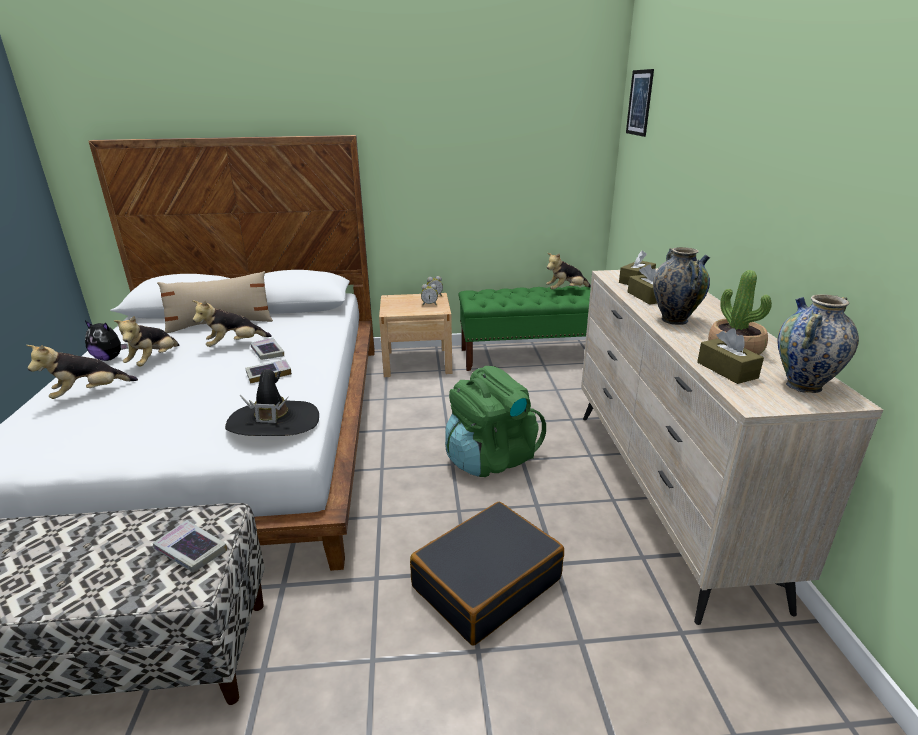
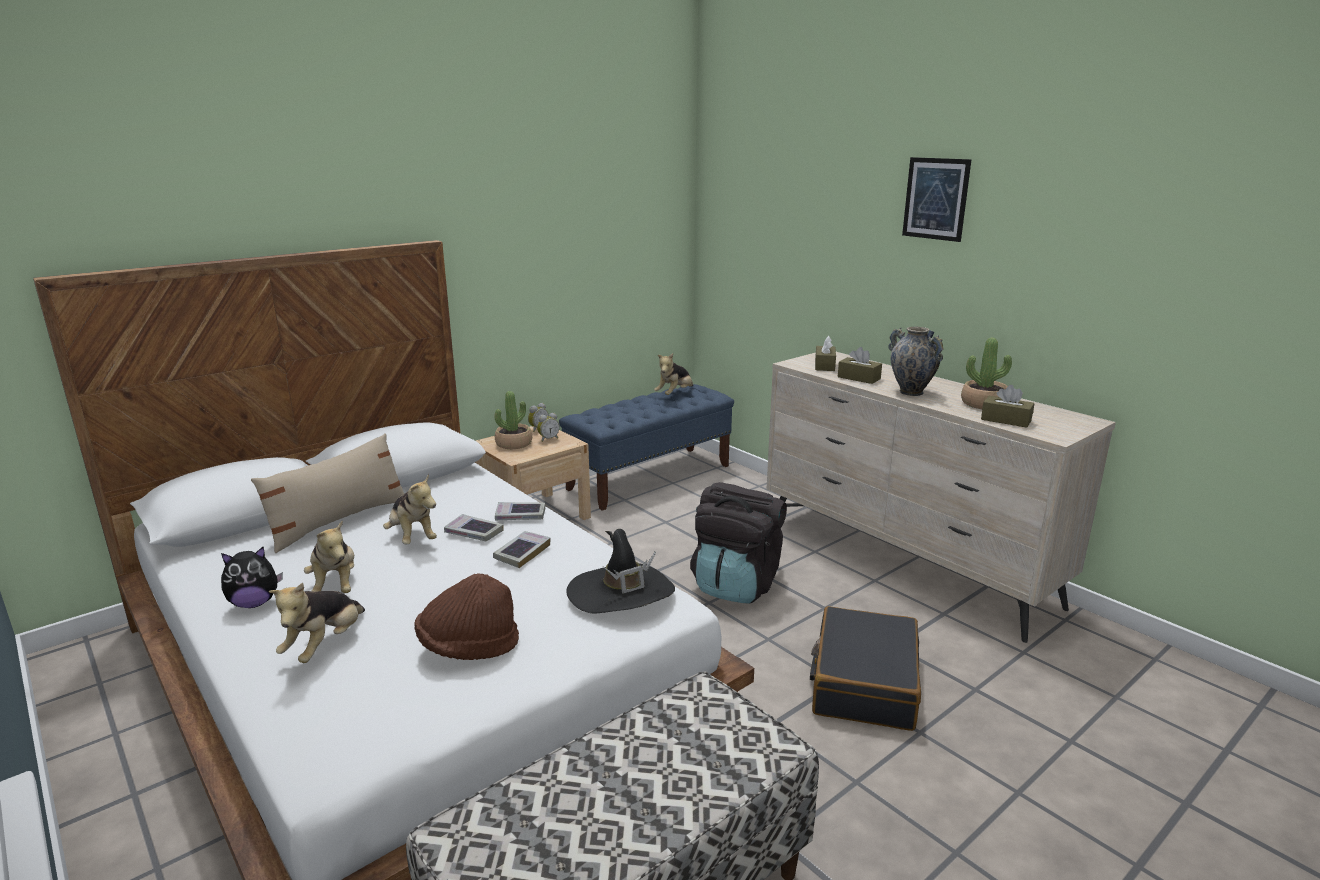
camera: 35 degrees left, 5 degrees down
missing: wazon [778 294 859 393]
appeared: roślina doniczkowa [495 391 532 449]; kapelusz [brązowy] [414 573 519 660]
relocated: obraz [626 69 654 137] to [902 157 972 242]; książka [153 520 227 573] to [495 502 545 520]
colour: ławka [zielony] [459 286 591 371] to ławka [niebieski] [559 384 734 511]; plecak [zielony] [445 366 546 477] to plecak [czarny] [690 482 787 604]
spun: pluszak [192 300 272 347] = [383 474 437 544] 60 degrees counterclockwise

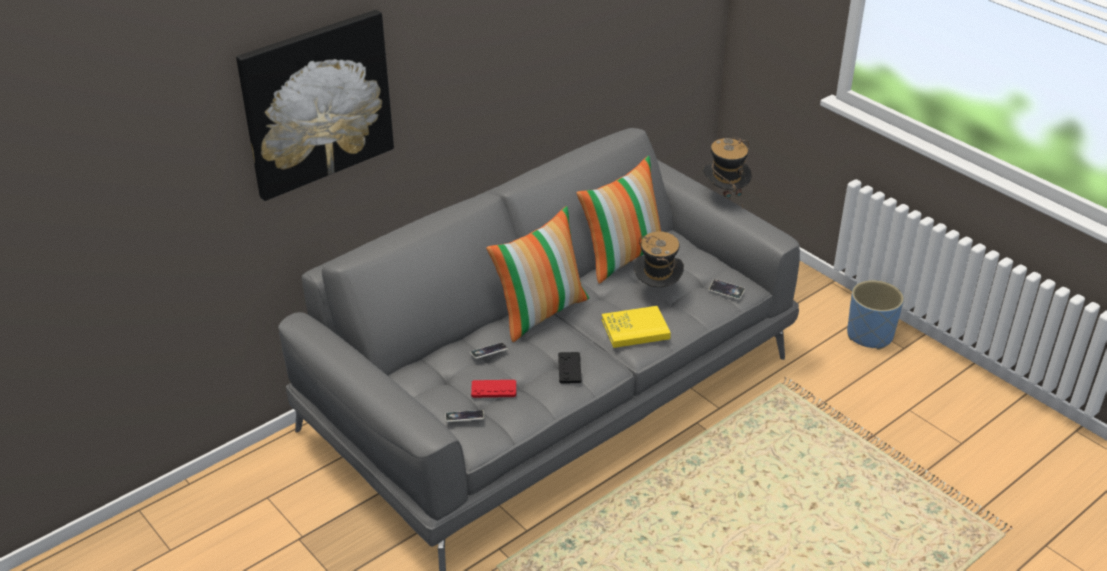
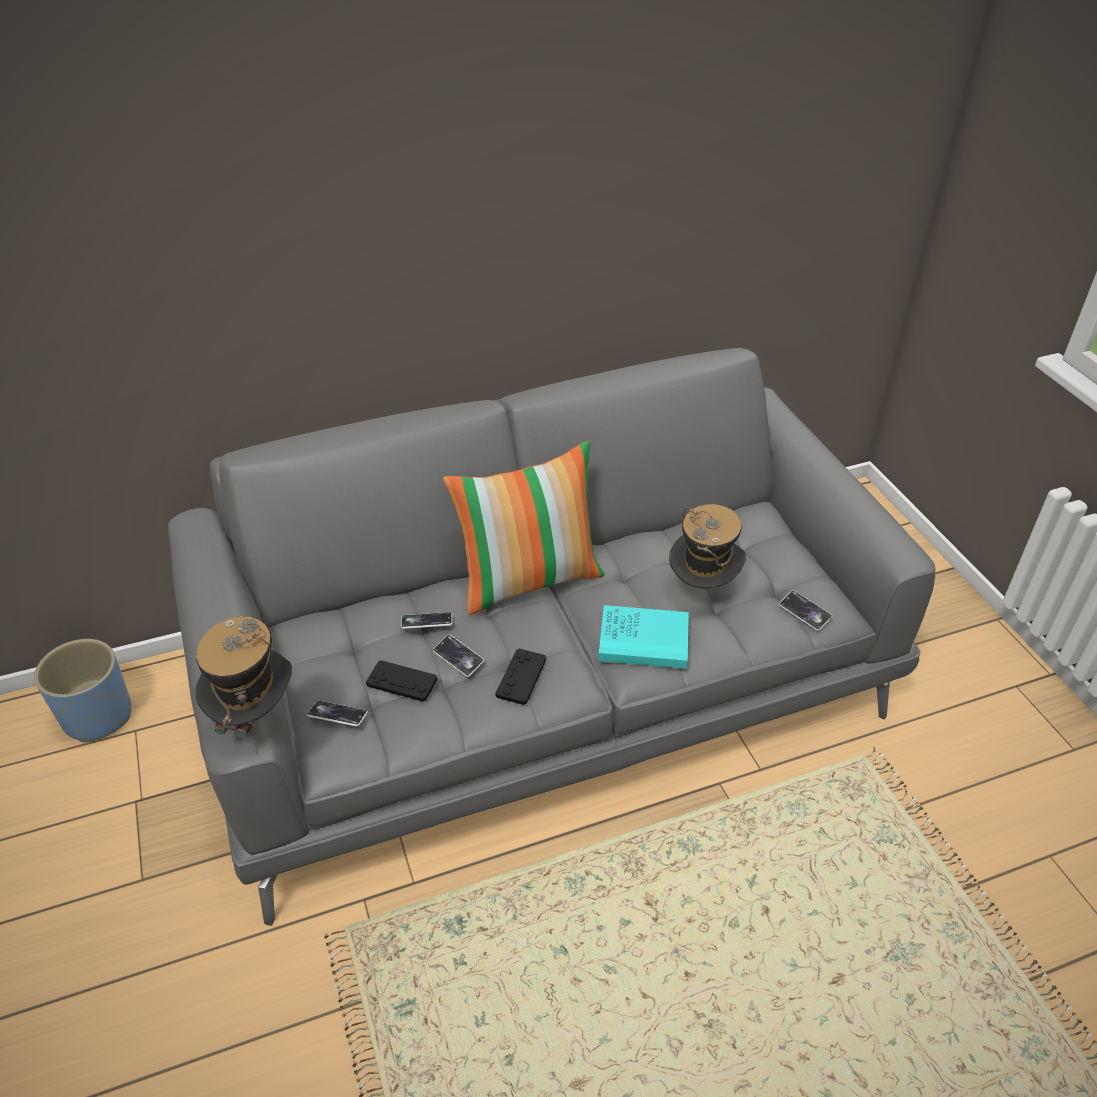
camera: 20 degrees right, 5 degrees up
missing: obraz [236 10 394 201]; poduszka [577 156 661 284]
appeared: telefon [433 634 484 677]
relocated: kapelusz [703 137 752 208] to [195 615 292 755]; donica [niebieski] [847 280 904 350] to [34 639 131 742]
colour: książka [żółty] [602 306 671 348] to książka [turkusowy] [598 605 689 669]; pad do gier [czerwony] [471 380 516 398] to pad do gier [czarny] [366 660 437 702]

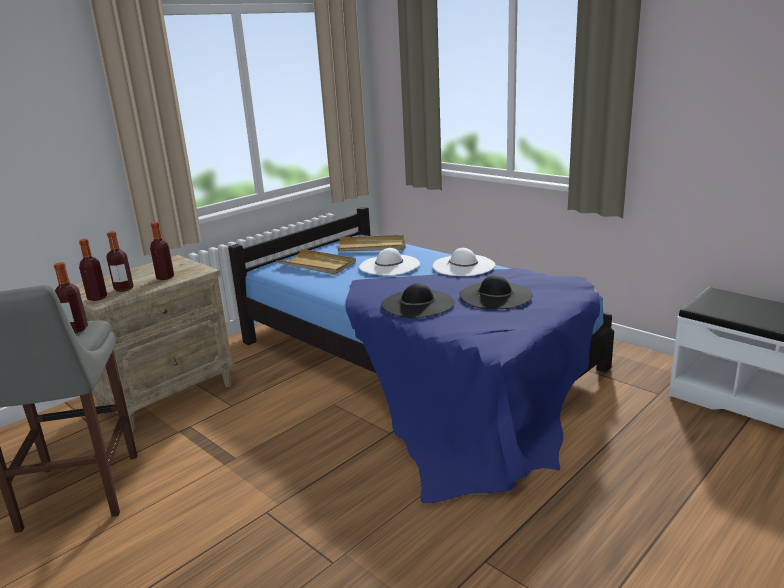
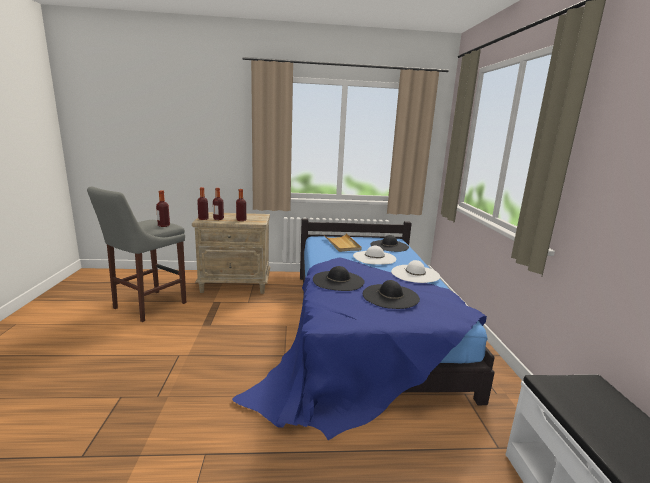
camera: 40 degrees right, 5 degrees down
exchanged: taca [beżowy] [338 235 406 252] to kapelusz [czarny] [370 235 409 252]

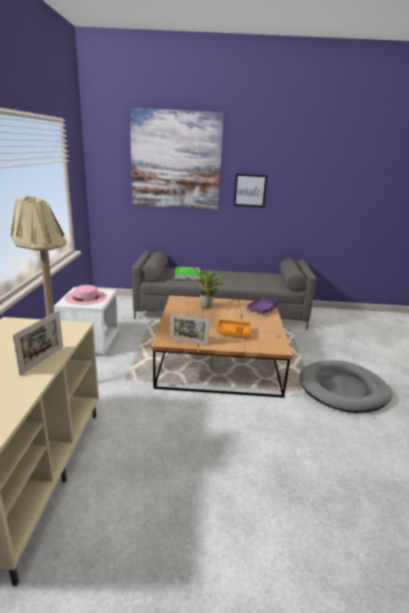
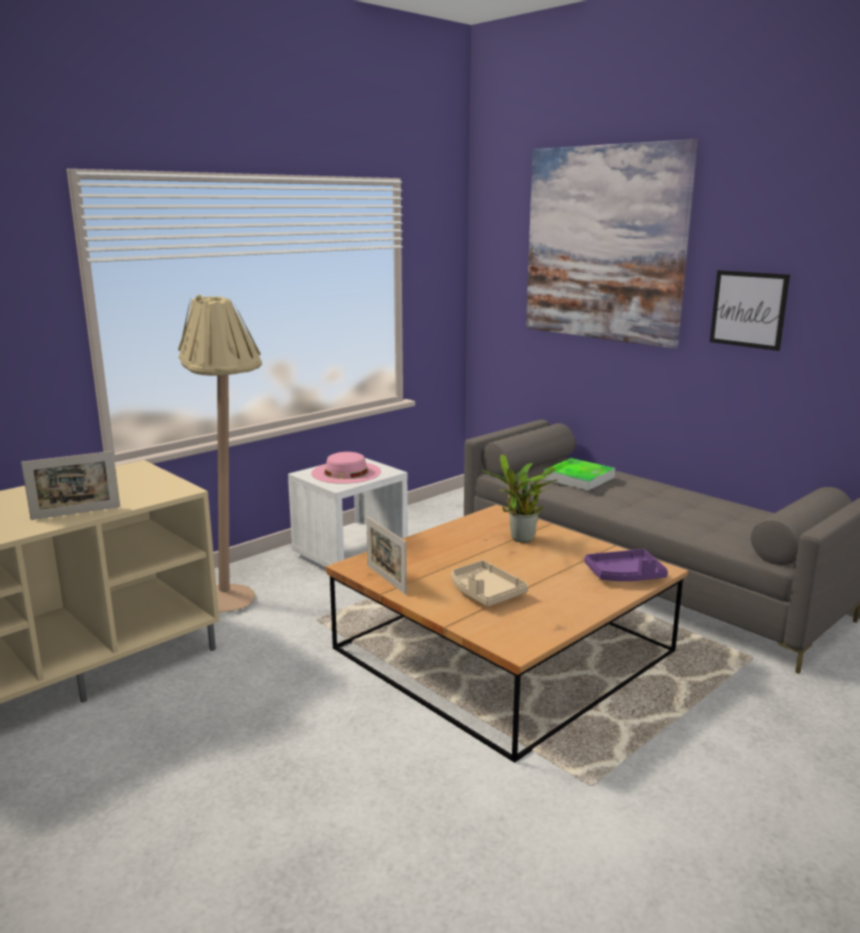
camera: 45 degrees right, 5 degrees down
missing: legowisko [szary] [299 360 392 413]
colour: taca [pomarańczowy] [216 319 251 338] to taca [beżowy] [451 560 528 606]

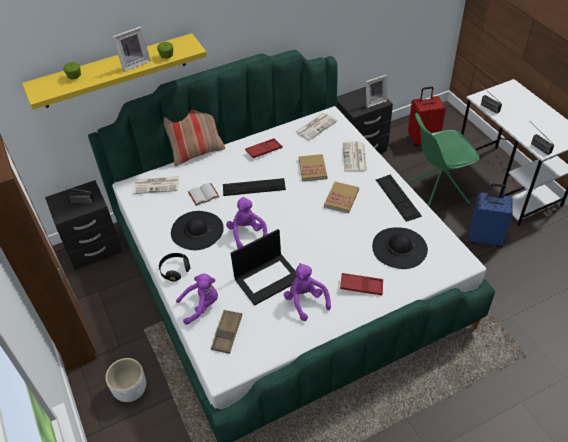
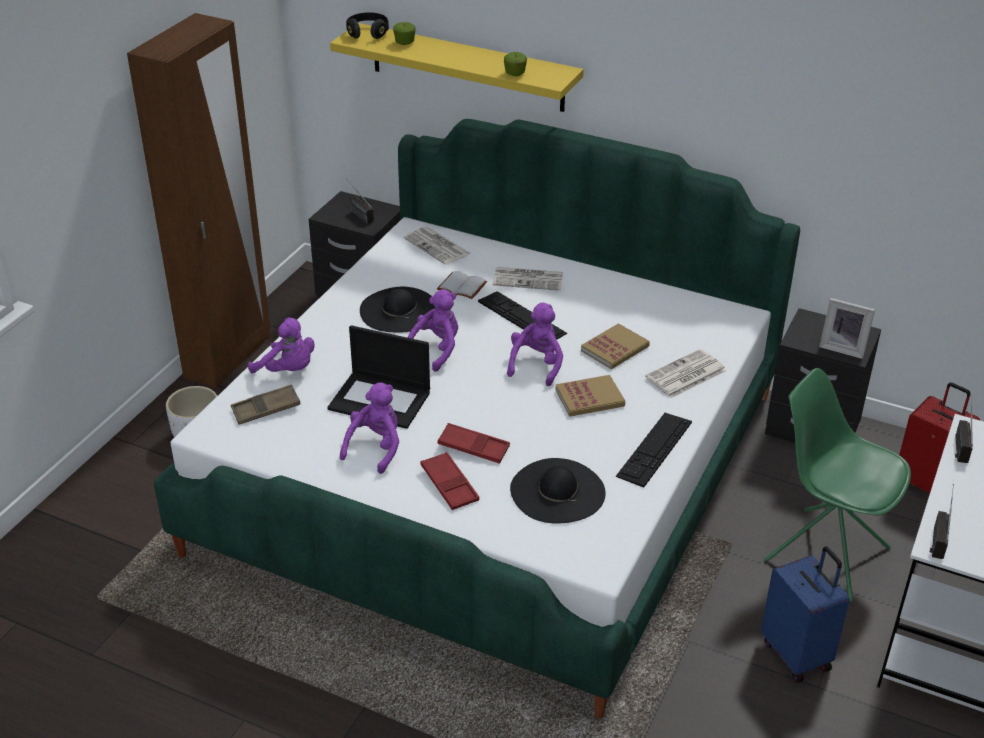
camera: 50 degrees right, 10 degrees down
missing: ramka na zdjęcie [113 26 151 72]; poduszka [164 109 225 166]
appeared: pluszak [fioletowy] [507 302 563 386]
relocated: gazeta [295 113 337 140] to [492 267 563 291]; taca [czerwony] [245 138 282 158] to [438 423 510 464]; słuchawki [czarny] [159 253 191 282] to [346 12 389 39]

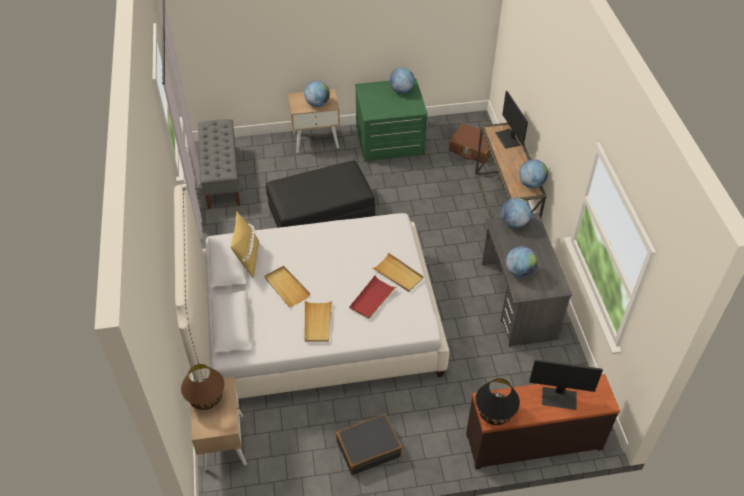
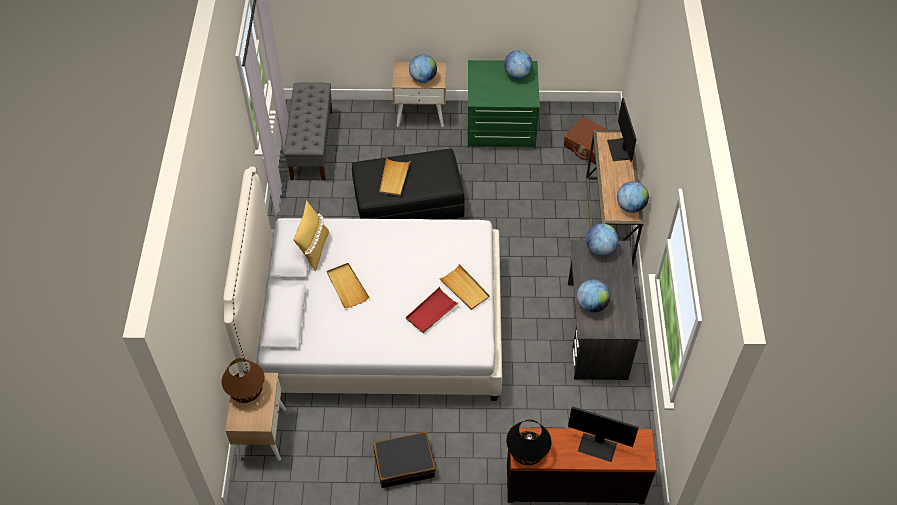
camera: 10 degrees right, 5 degrees up
relocated: taca [beżowy] [305 300 332 342] to [379 158 410 196]

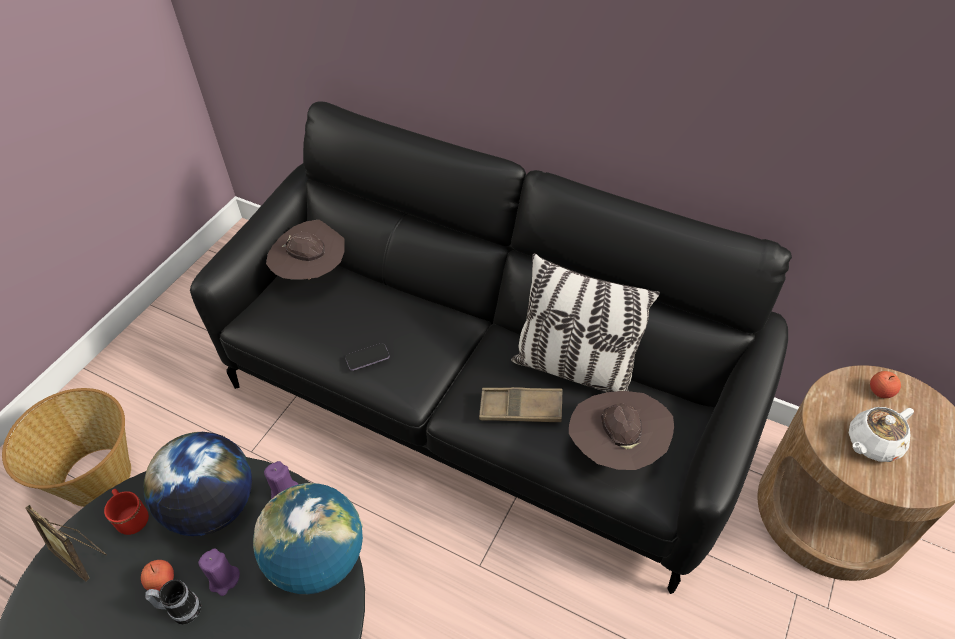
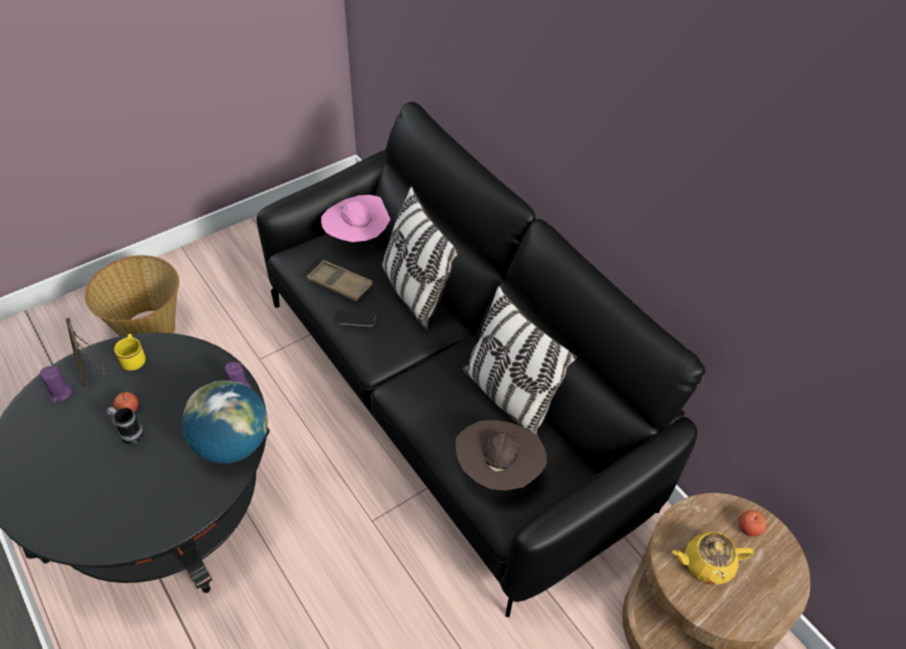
camera: 25 degrees right, 0 degrees up
missing: globus [144 432 252 536]
appeared: poduszka [382 186 459 329]
relocated: taca [brązowy] [479 387 562 422] to [306 260 372 301]; świeca [fioletowy] [198 548 240 596] to [40 366 73 403]
colour: kapelusz [brązowy] [266 220 345 280] to kapelusz [różowy] [321 195 390 242]; imbryk [biały] [849 407 914 462] to imbryk [żółty] [672 532 753 585]; kubek [czerwony] [104 489 149 535] to kubek [żółty] [114 334 146 371]

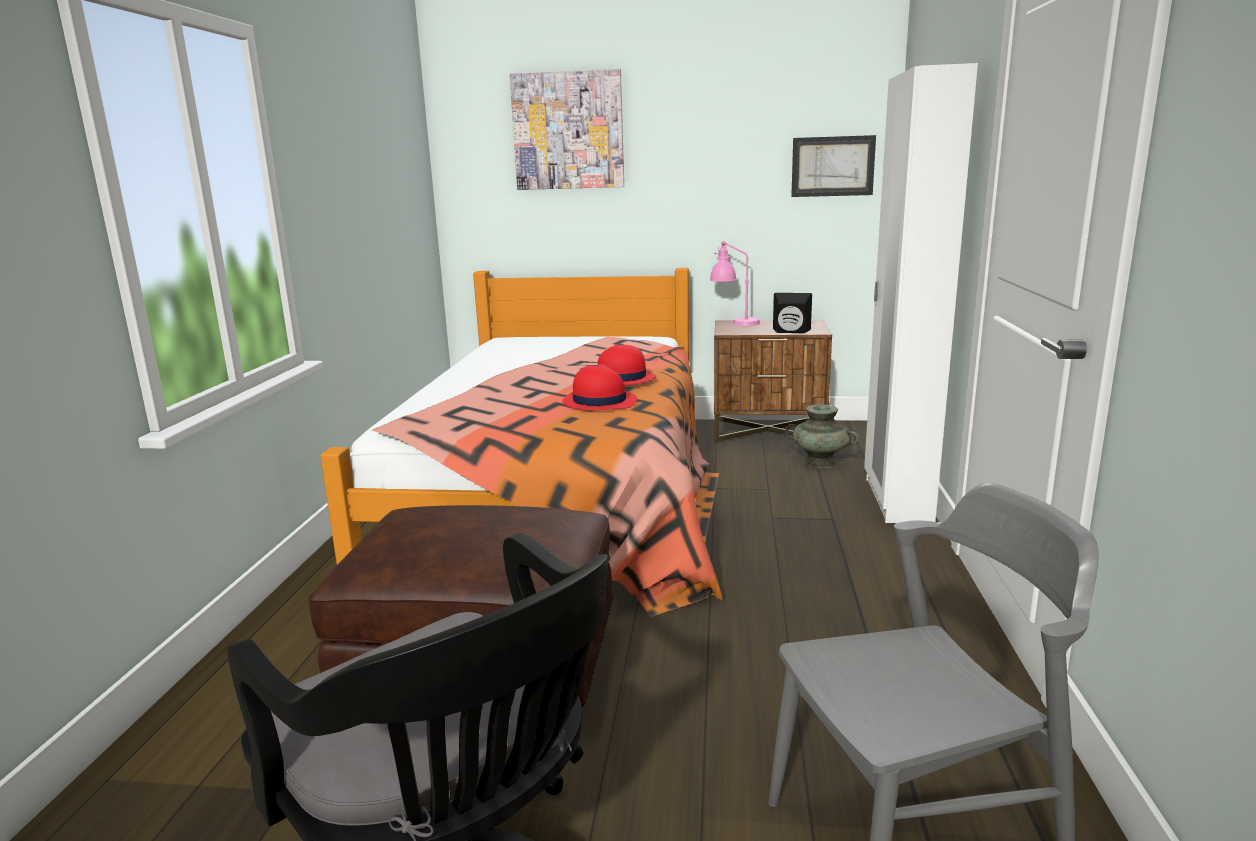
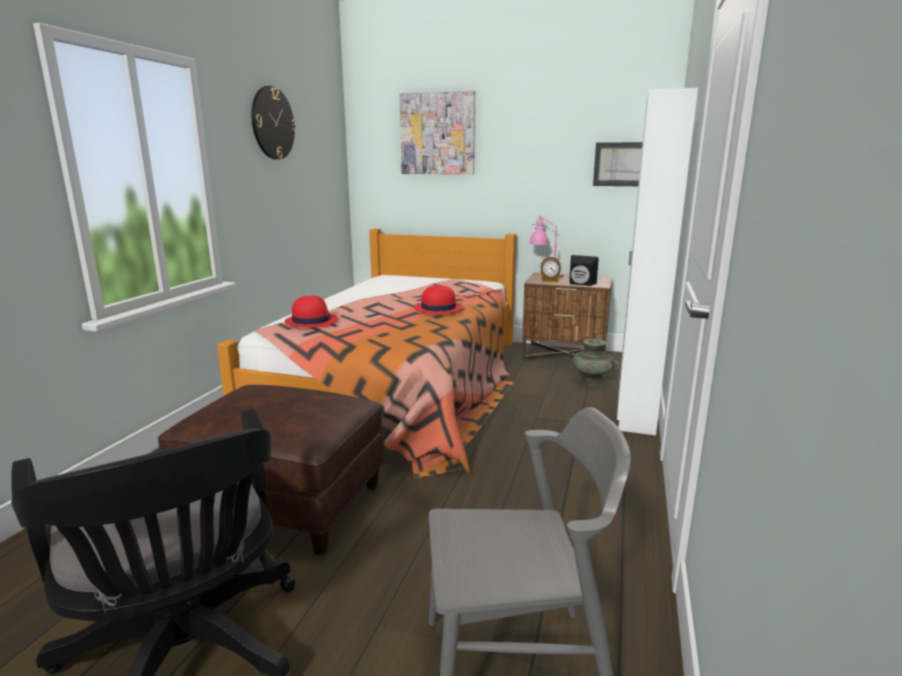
camera: 10 degrees right, 0 degrees up
appeared: zegar ścienny [251 86 297 160]; budzik [541 256 561 282]
relocated: kapelusz [czerwony] [562 364 637 410] to [285 295 338 327]

